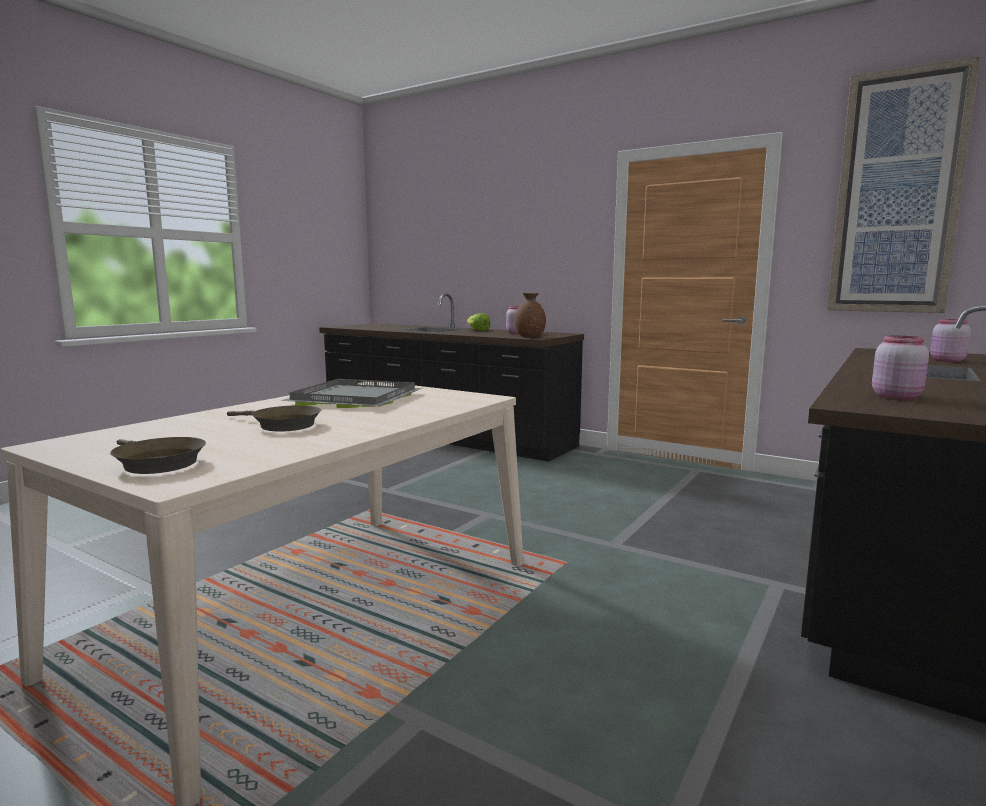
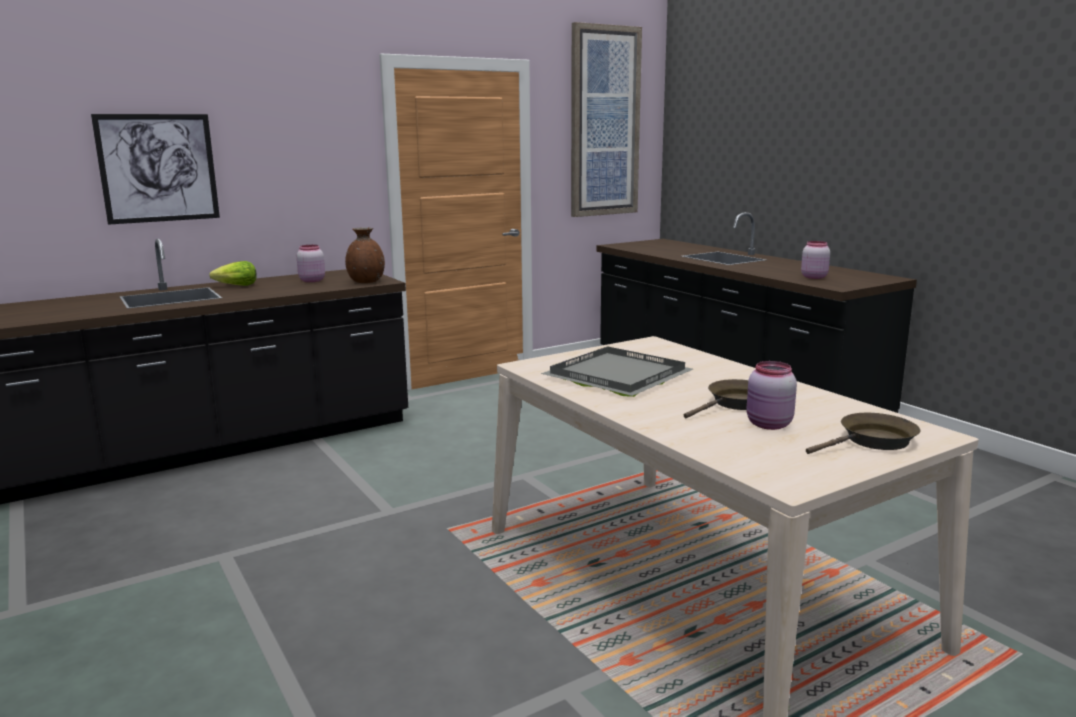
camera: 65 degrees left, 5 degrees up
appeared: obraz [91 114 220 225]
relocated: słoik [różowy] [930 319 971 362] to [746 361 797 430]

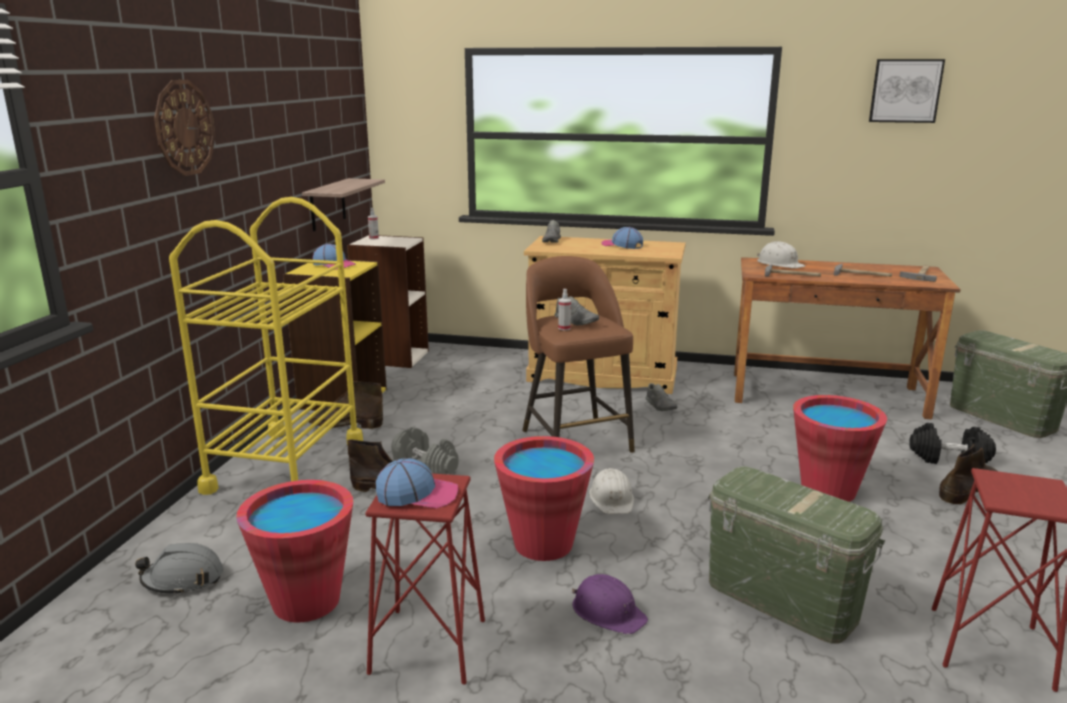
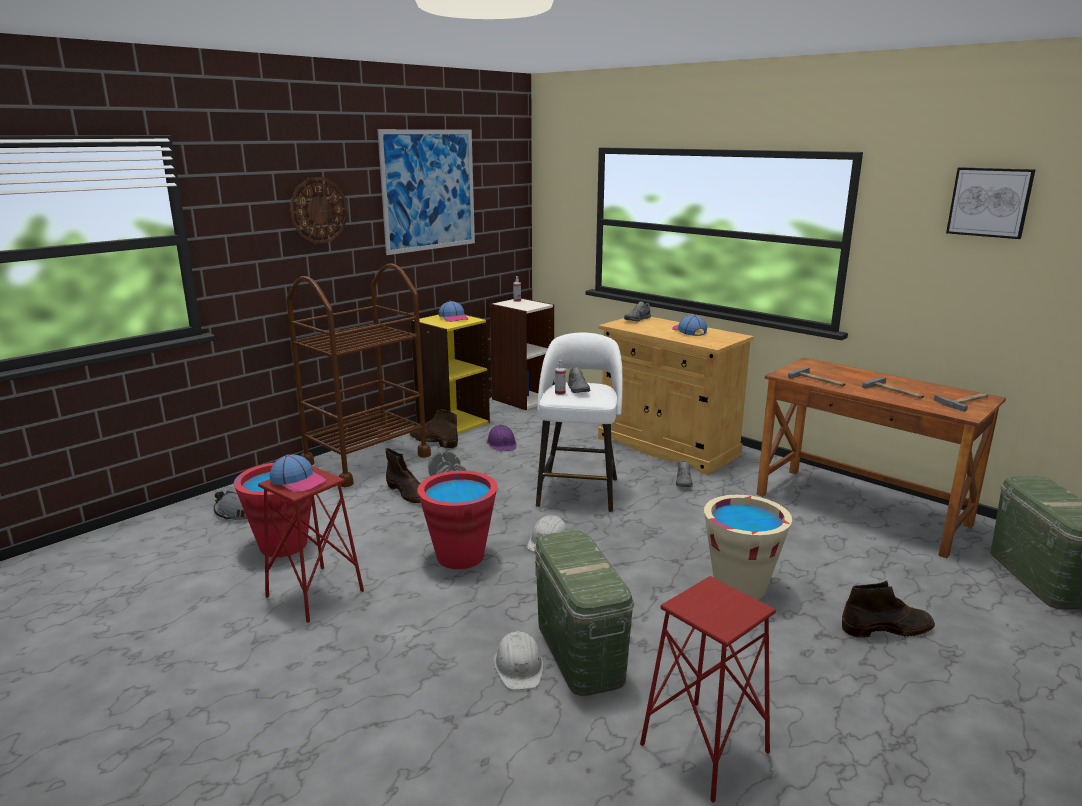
camera: 30 degrees right, 0 degrees up
missing: półka [302 178 385 231]; hantel [czarny] [909 423 996 464]
appeared: obraz [377 129 475 255]
relocated: kask [biały] [757 241 806 268] to [494 631 543 690]; kask [fioletowy] [572 574 648 635] to [487 425 517 451]
colour: wózek [żółty] [169 197 363 495] to wózek [brązowy] [286 264 431 487]; stołek [brązowy] [522 256 635 453] to stołek [biały] [536 332 623 512]; wiadro [czerwony] [793 395 887 502] to wiadro [beżowy] [704 495 792 600]

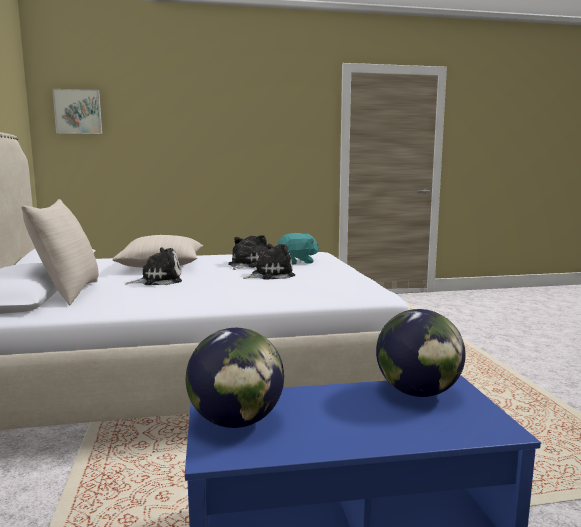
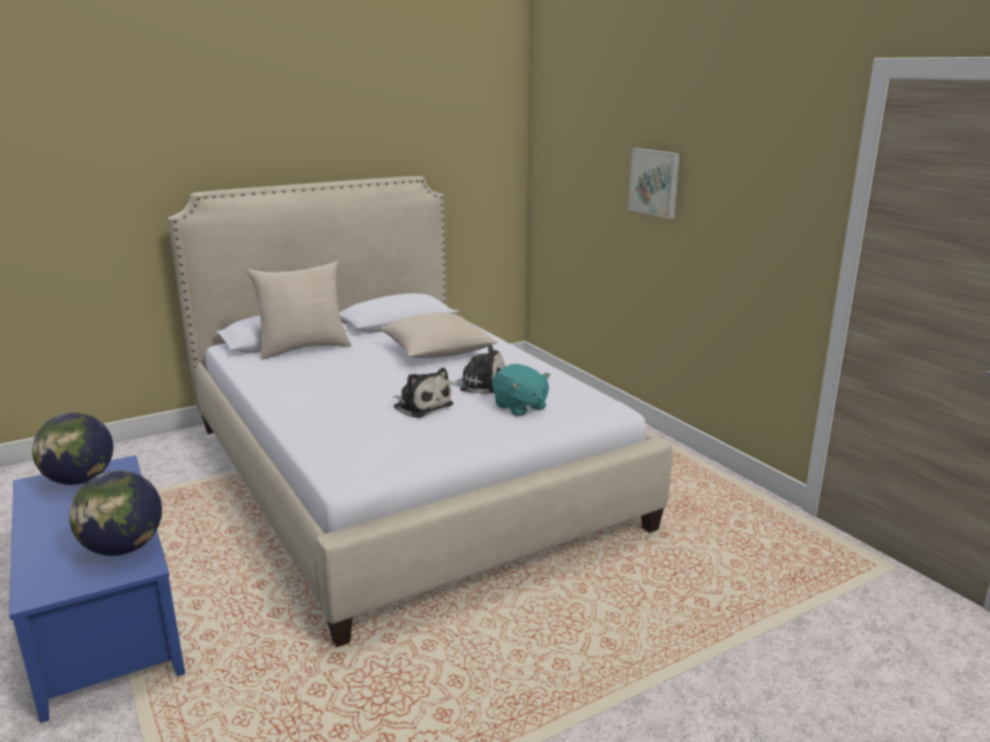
camera: 70 degrees right, 10 degrees up
missing: pluszak [126 247 182 285]
relocated: obraz [52 89 102 134] to [628 148 680 219]

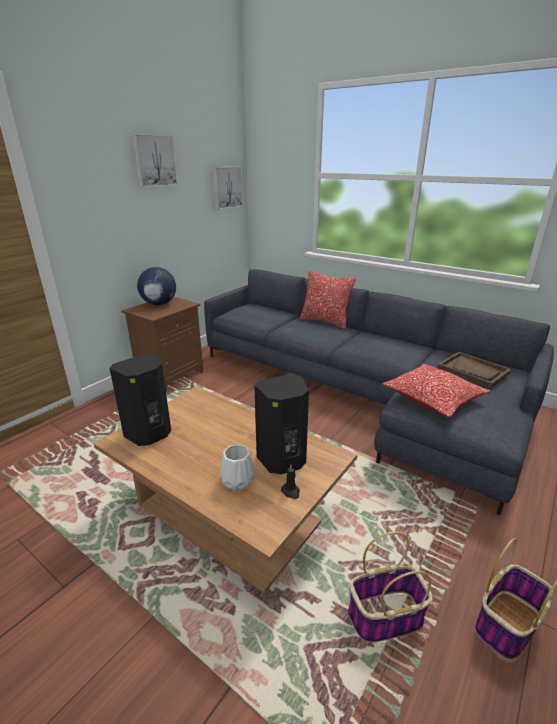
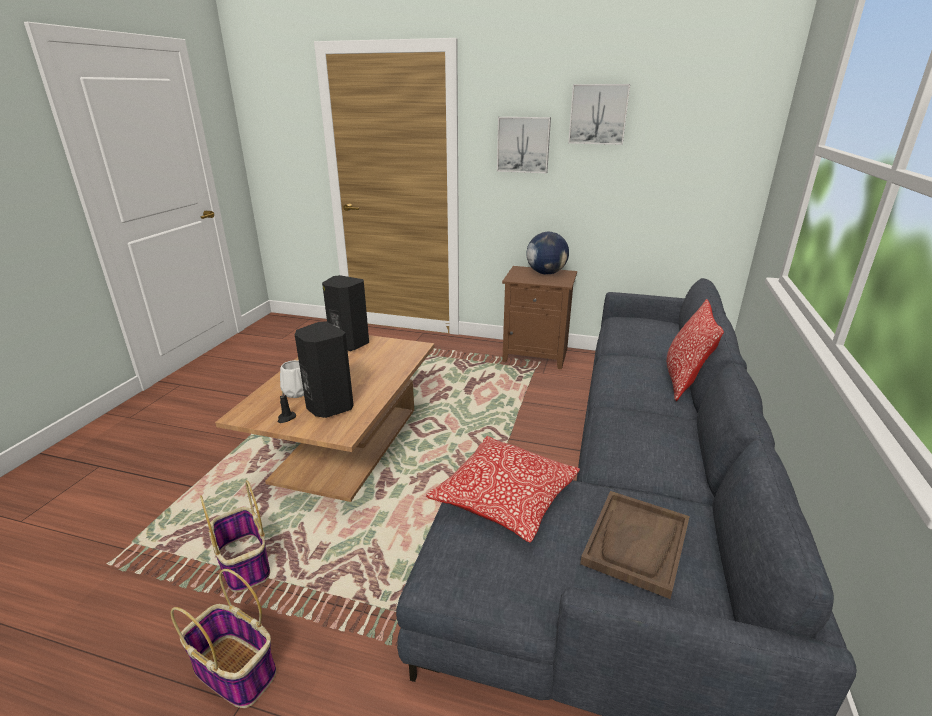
camera: 70 degrees right, 0 degrees up
relocated: obraz [212 166 243 210] to [497 117 551 173]

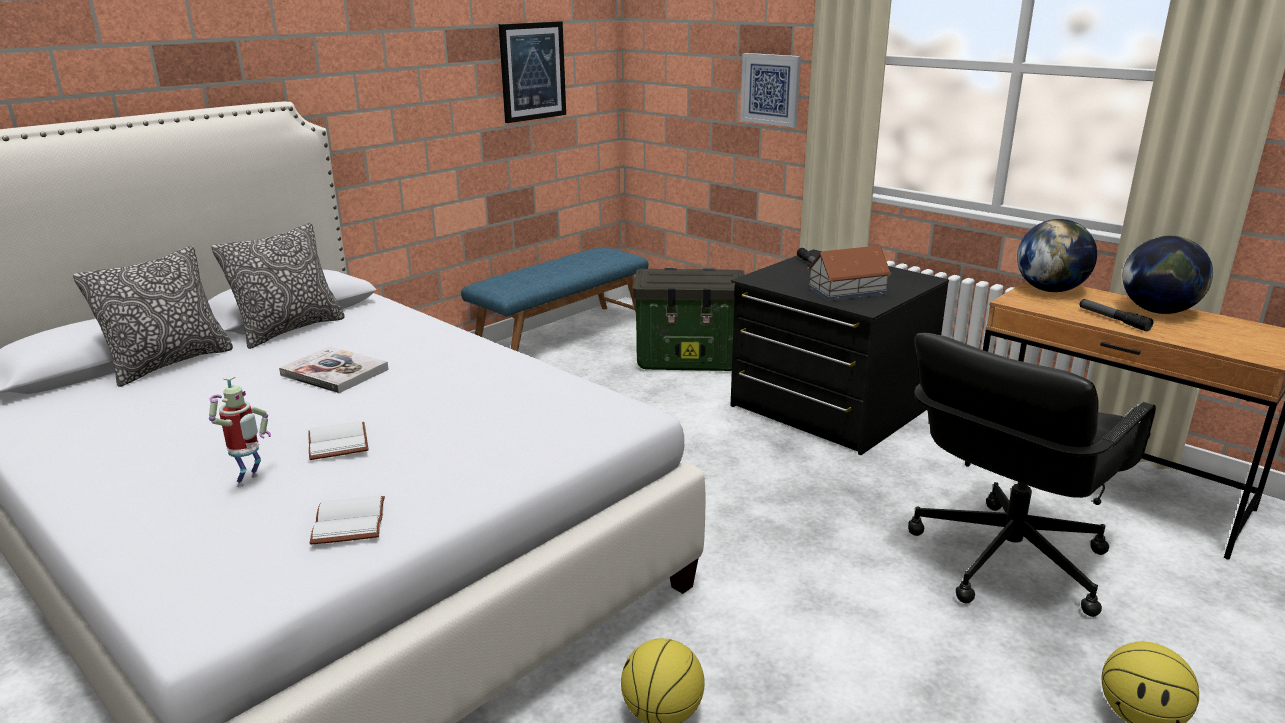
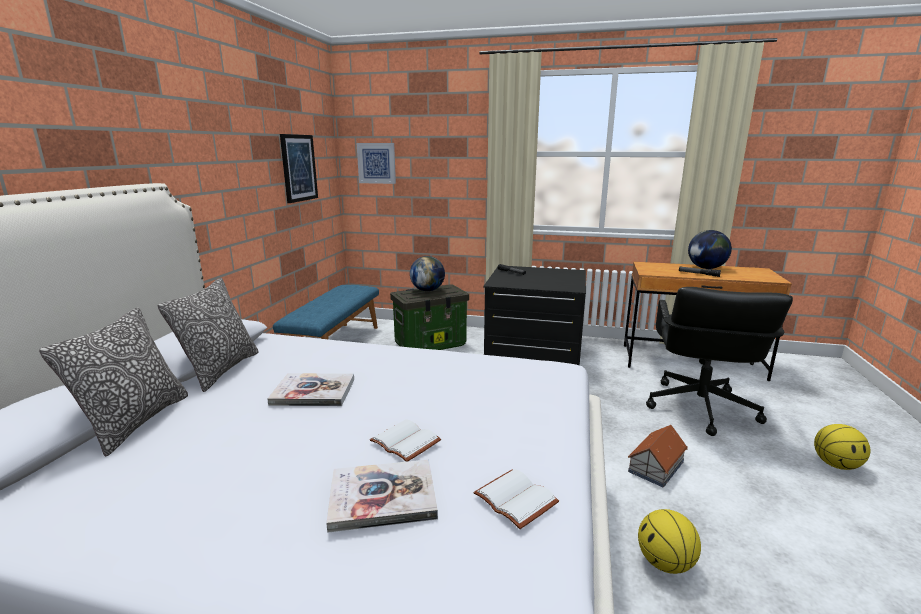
camera: 30 degrees left, 5 degrees down
relocated: obraz [740 53 801 127] to [357 143 396 184]; globus [1017 219 1097 292] to [410 256 445 291]; domek [807 245 891 301] to [628 425 688 487]
exchanged: robot zabawkowy [209 376 271 487] to książka [326 459 438 533]

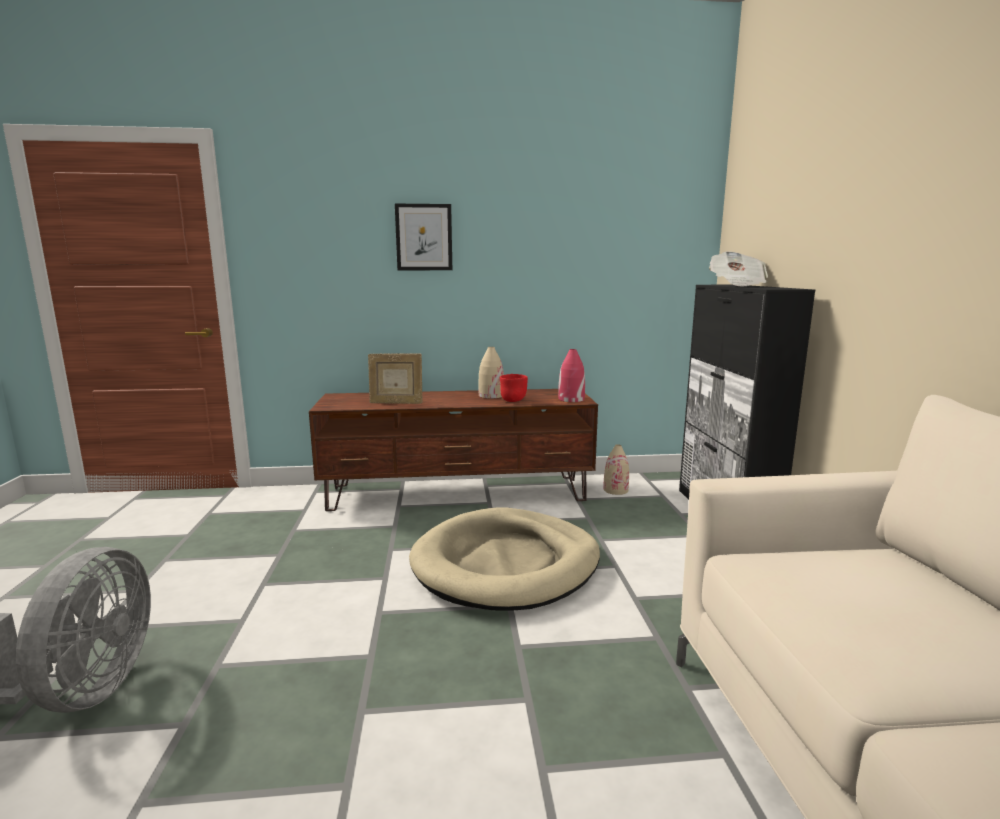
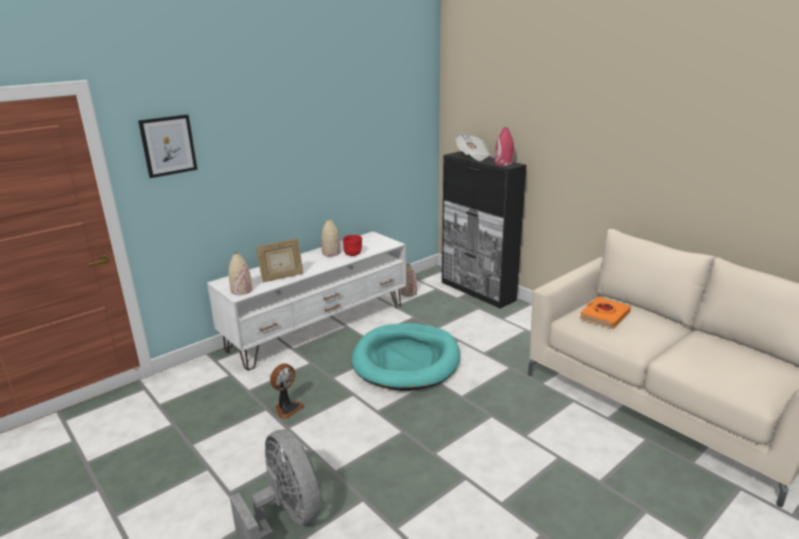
camera: 35 degrees left, 10 degrees up
appeared: wazon [beżowy] [229 252 252 295]; książka [pomarańczowy] [579 297 631 329]; wentylator [270 363 305 419]
relocated: obraz [395 204 452 270] to [138 114 197 178]; wazon [czerwony] [558 349 585 402] to [495 127 514 166]
colour: szafka pod telewizor [brązowy] [309 389 598 511] to szafka pod telewizor [biały] [207 231 406 371]; legowisko [beżowy] [409 507 600 611] to legowisko [turkusowy] [352 323 460 391]

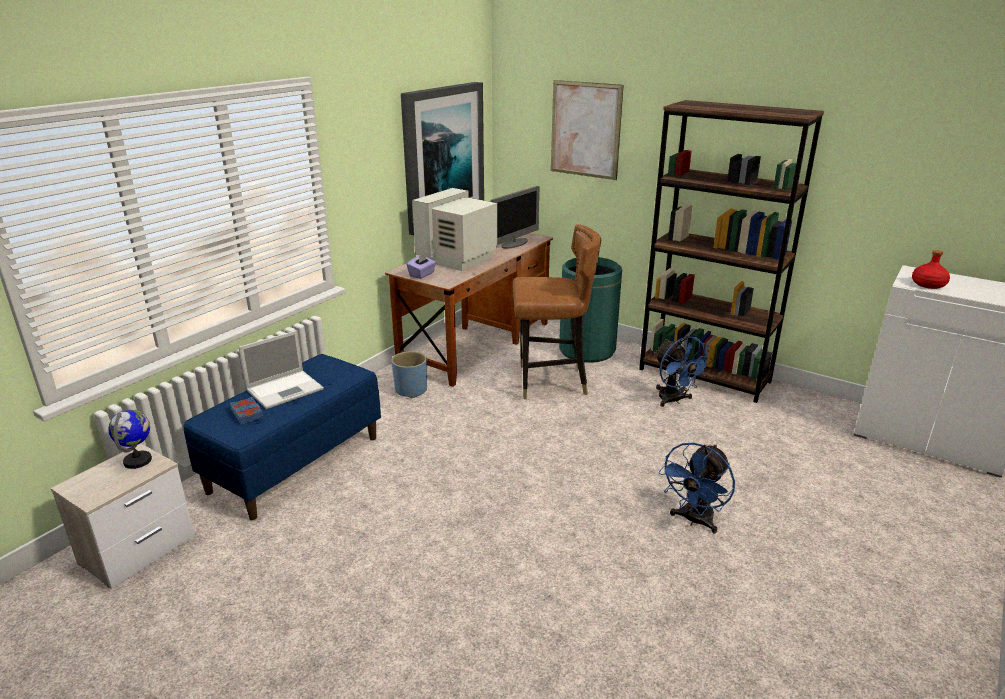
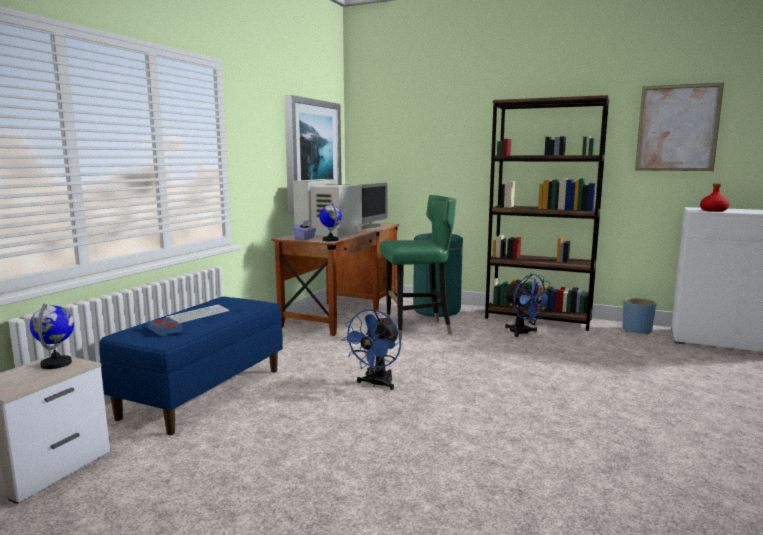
camera: 10 degrees left, 15 degrees down
appeared: globus [319 203 342 241]
relocated: obraz [551 80 624 180] to [635 83 724 171]; donica [niebieski] [391 351 427 398] to [623 298 656 335]; wentylator [niebieski] [659 443 735 534] to [342 309 401 390]
exchanged: laptop [239 330 324 409] to klawiatura [166 305 229 323]
colour: krzesło [brązowy] [513 224 601 399] to krzesło [zielony] [380 195 456 339]

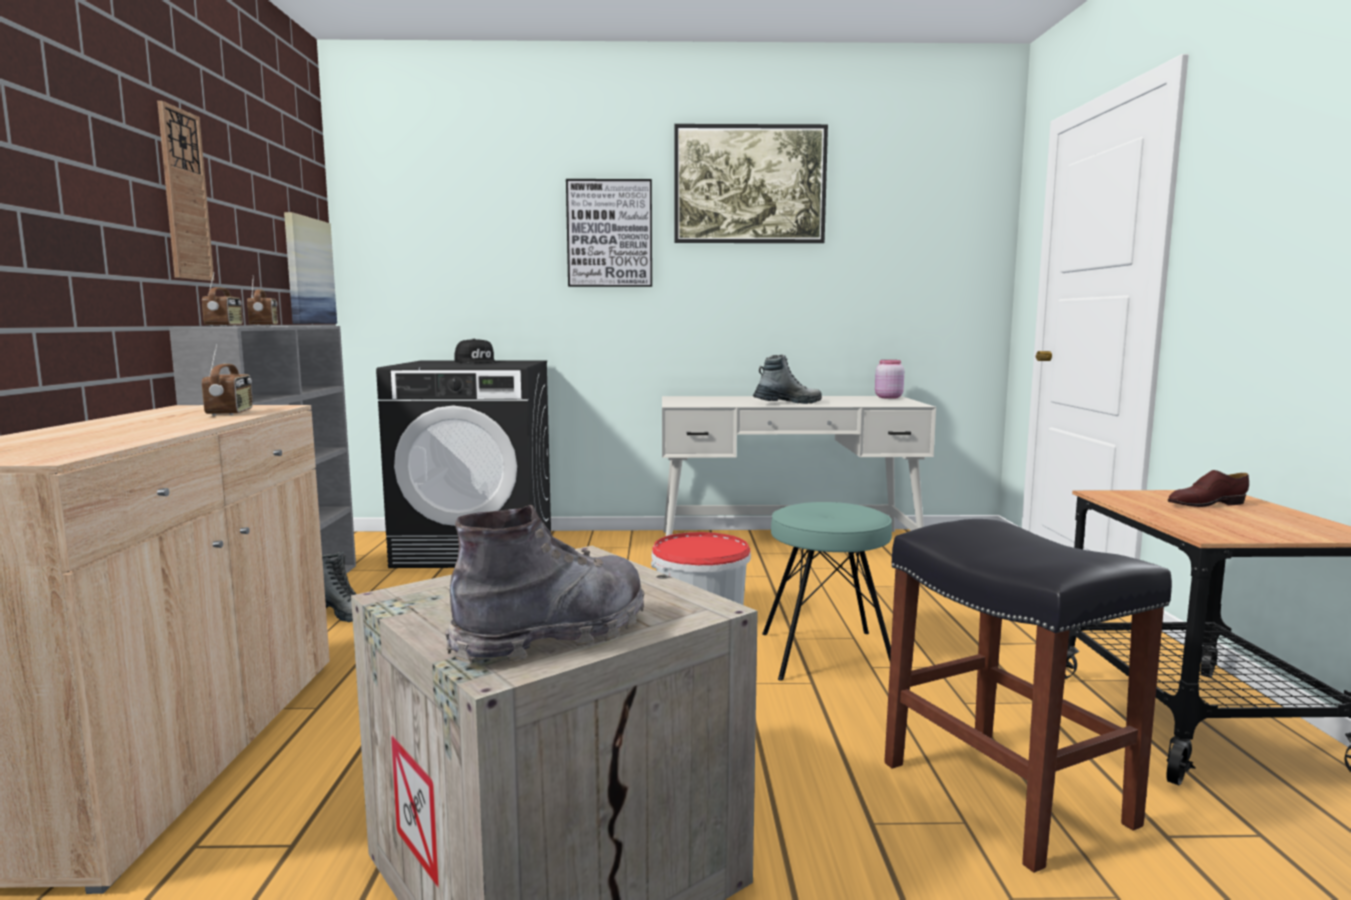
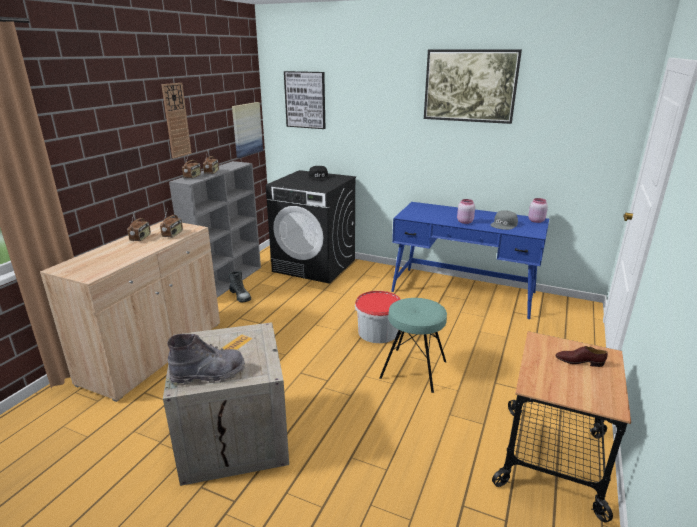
camera: 25 degrees right, 15 degrees up
missing: stołek [czarny] [884 519 1172 873]
appeared: czapka z daszkiem [szary] [490 210 518 230]; radio [127 211 151 241]
relocated: obraz [566 179 652 287] to [284 71 325 129]
exchanged: but z cholewką [753 354 822 404] to słoik [różowy] [457 199 475 224]
colour: biurko [biały] [662 396 936 536] to biurko [niebieski] [391 202 549 319]

